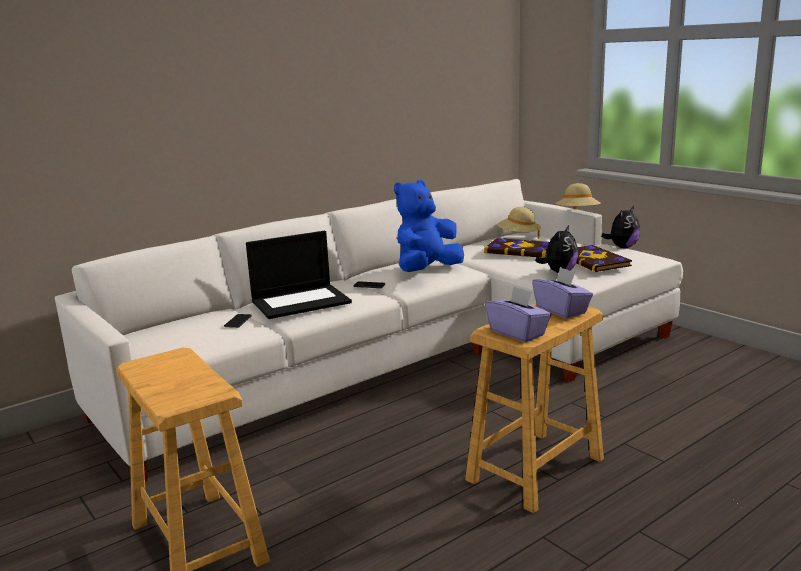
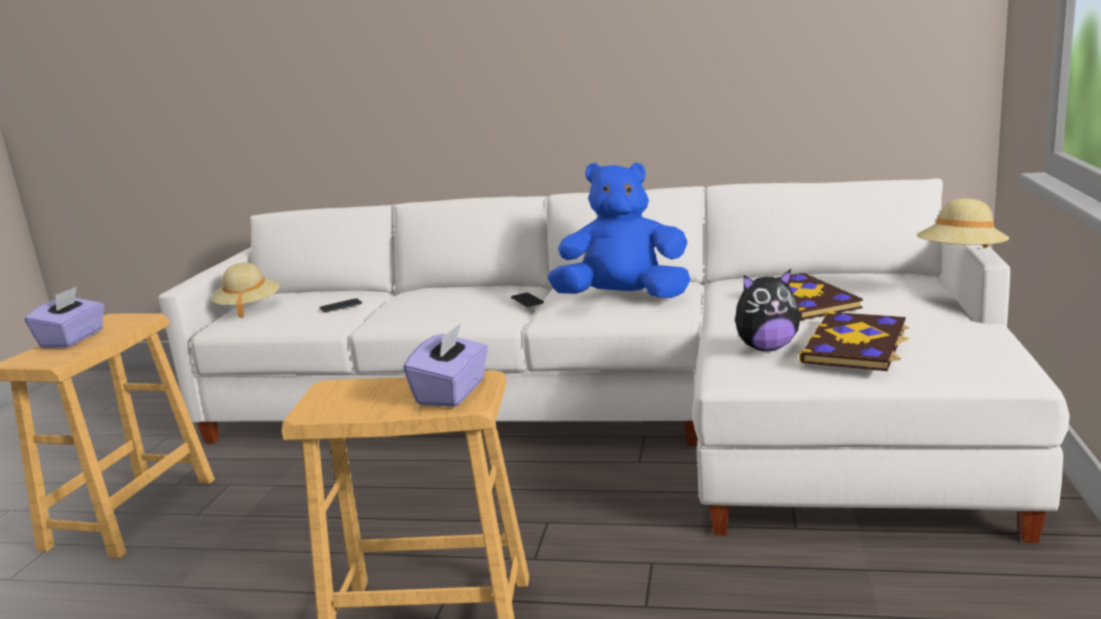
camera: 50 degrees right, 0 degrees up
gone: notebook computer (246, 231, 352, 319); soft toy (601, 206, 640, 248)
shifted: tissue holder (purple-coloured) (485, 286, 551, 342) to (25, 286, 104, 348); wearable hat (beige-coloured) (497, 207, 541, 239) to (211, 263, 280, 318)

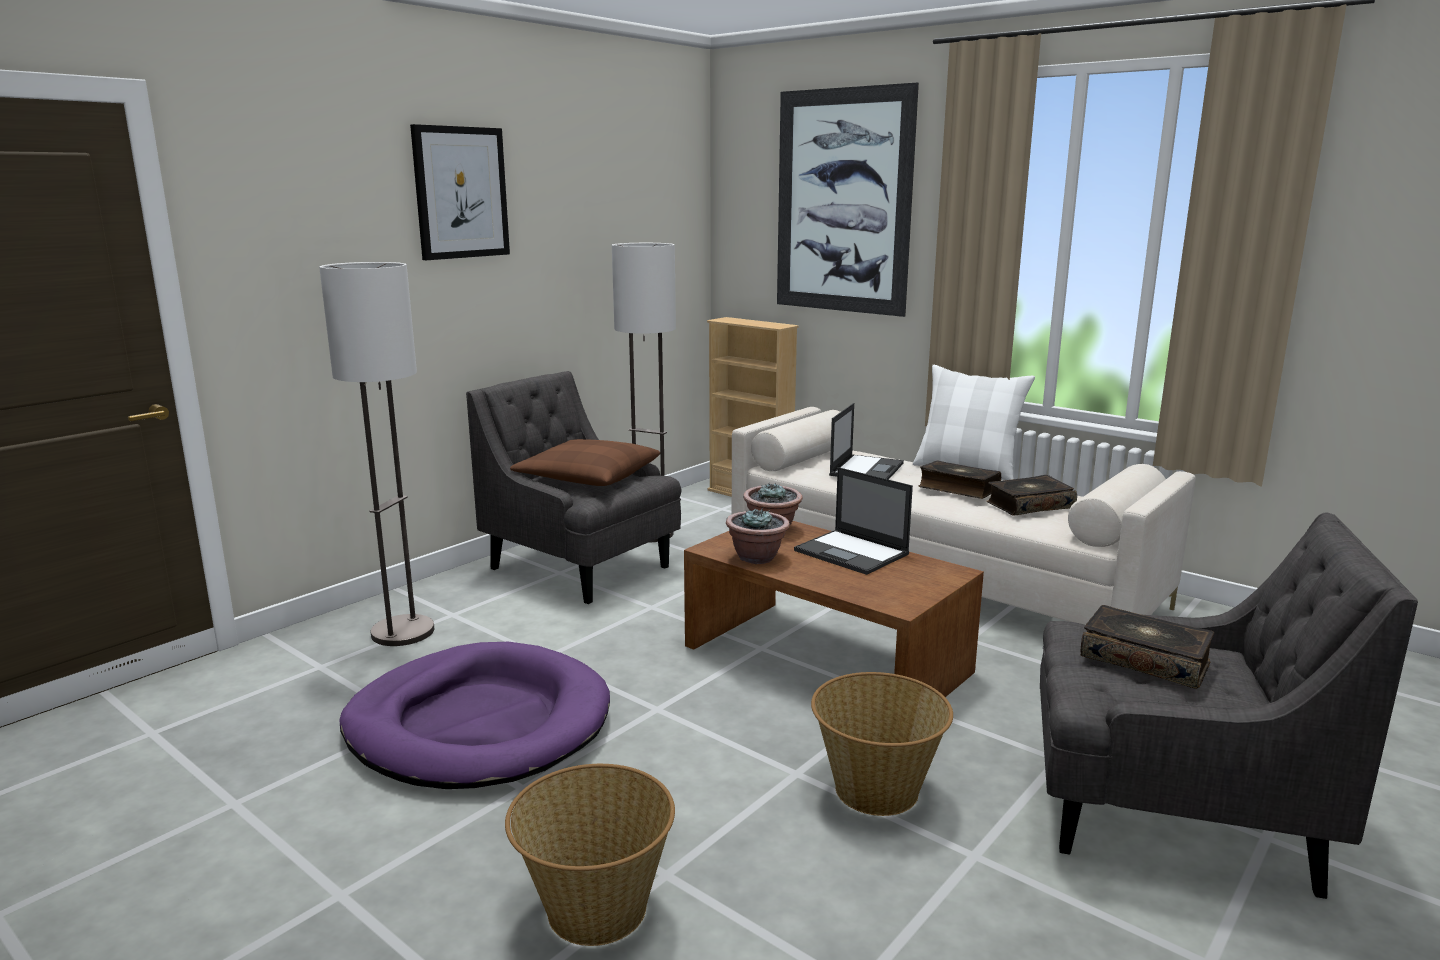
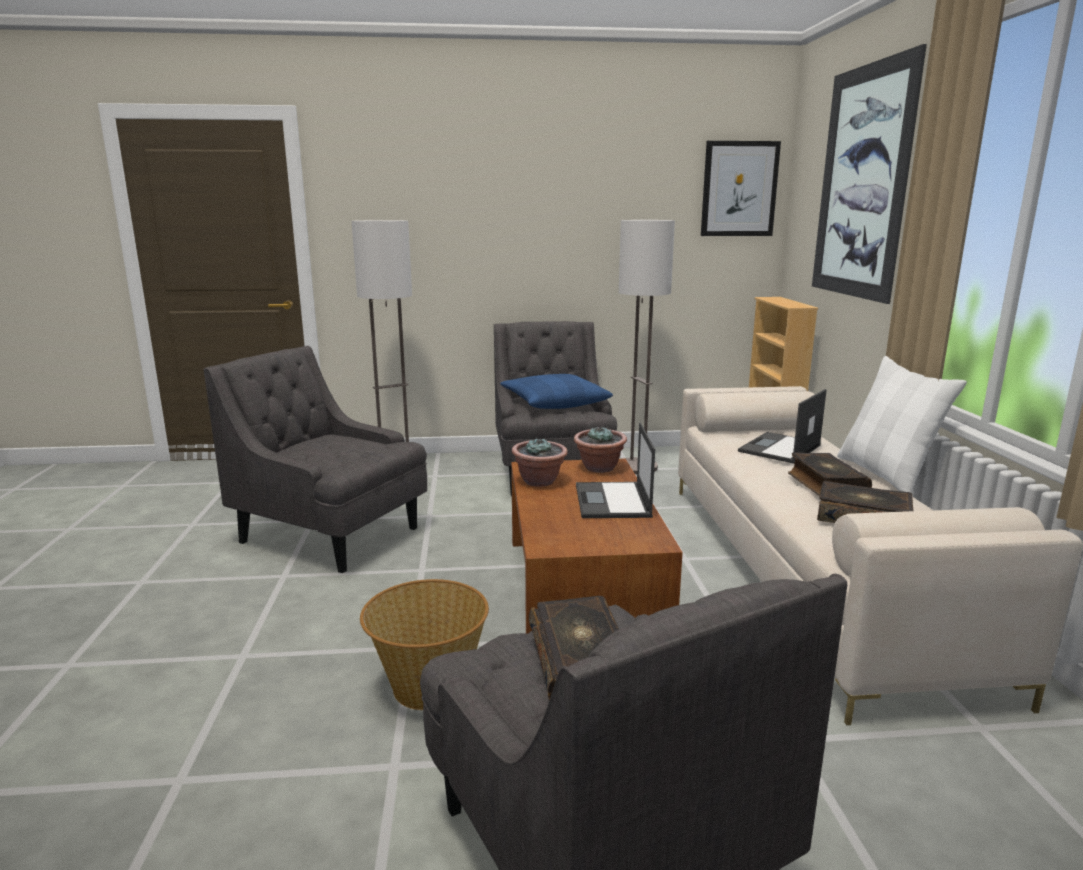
camera: 45 degrees right, 0 degrees up
gone: household basket (505, 764, 675, 946)
shifted: wall art (410, 124, 510, 260) to (701, 141, 781, 236)
swapped: pet bed (purple-coloured) (339, 642, 610, 789) to easy chair (greyish) (204, 346, 427, 573)
repainted: cushion (brown-coloured) (510, 439, 660, 486) to cushion (blue) (500, 374, 613, 409)
rotated: notebook computer (829, 403, 904, 480) = (738, 389, 827, 464) 150 degrees clockwise

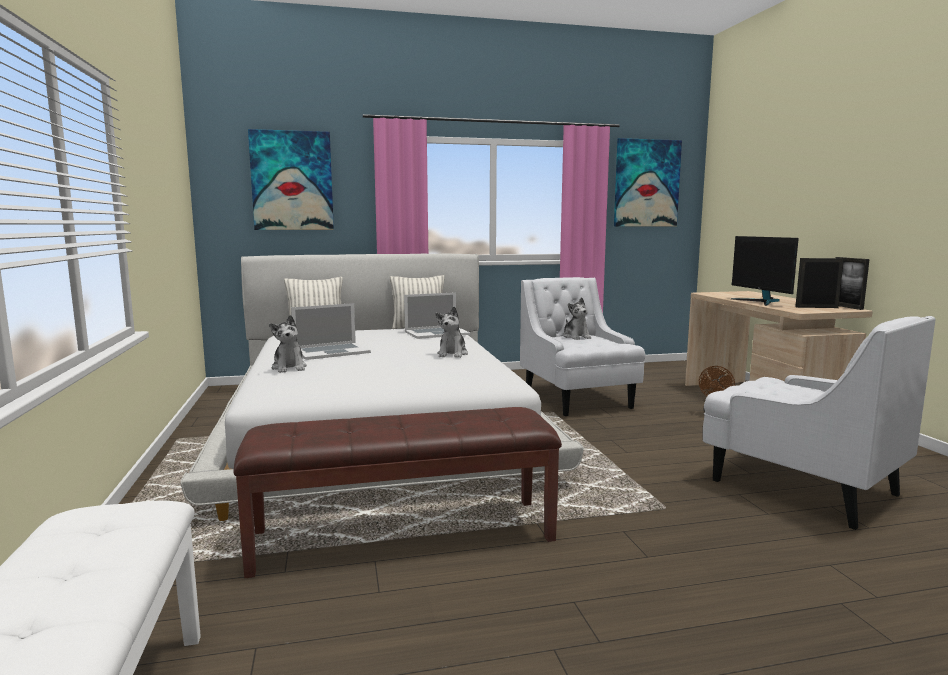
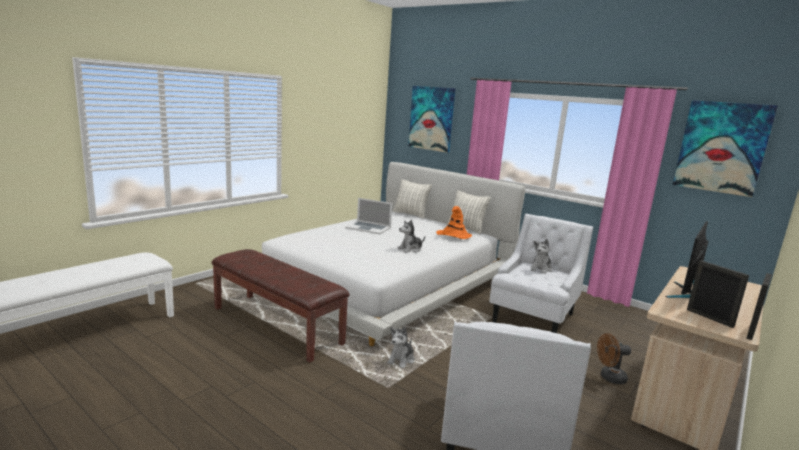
camera: 50 degrees right, 5 degrees up
shifted: soft toy (269, 315, 307, 373) to (387, 326, 414, 369)
swapped: notebook computer (404, 292, 470, 339) to wearable hat (orange) (436, 206, 472, 239)

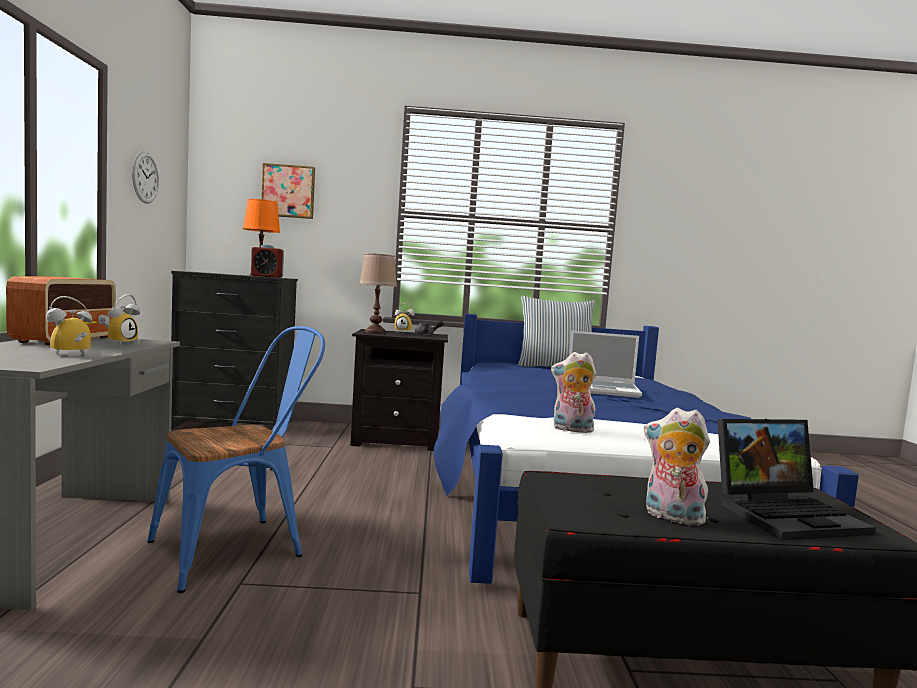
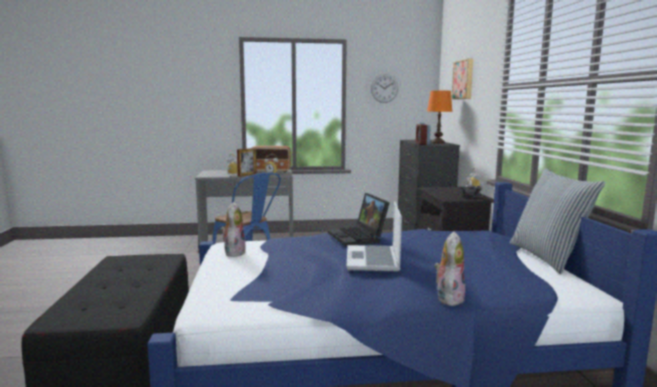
camera: 85 degrees right, 5 degrees up
gone: tabletop lamp (brown-coloured) (359, 253, 397, 334)
new: photo frame (237, 148, 257, 177)
shifted: notebook computer (717, 419, 876, 540) to (328, 193, 390, 246); soft toy (644, 408, 710, 526) to (433, 231, 465, 306)

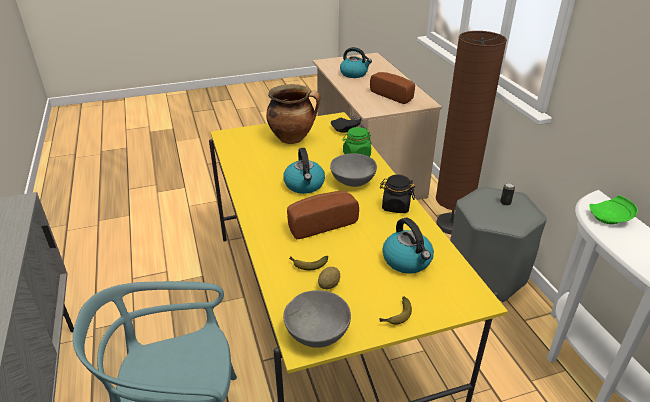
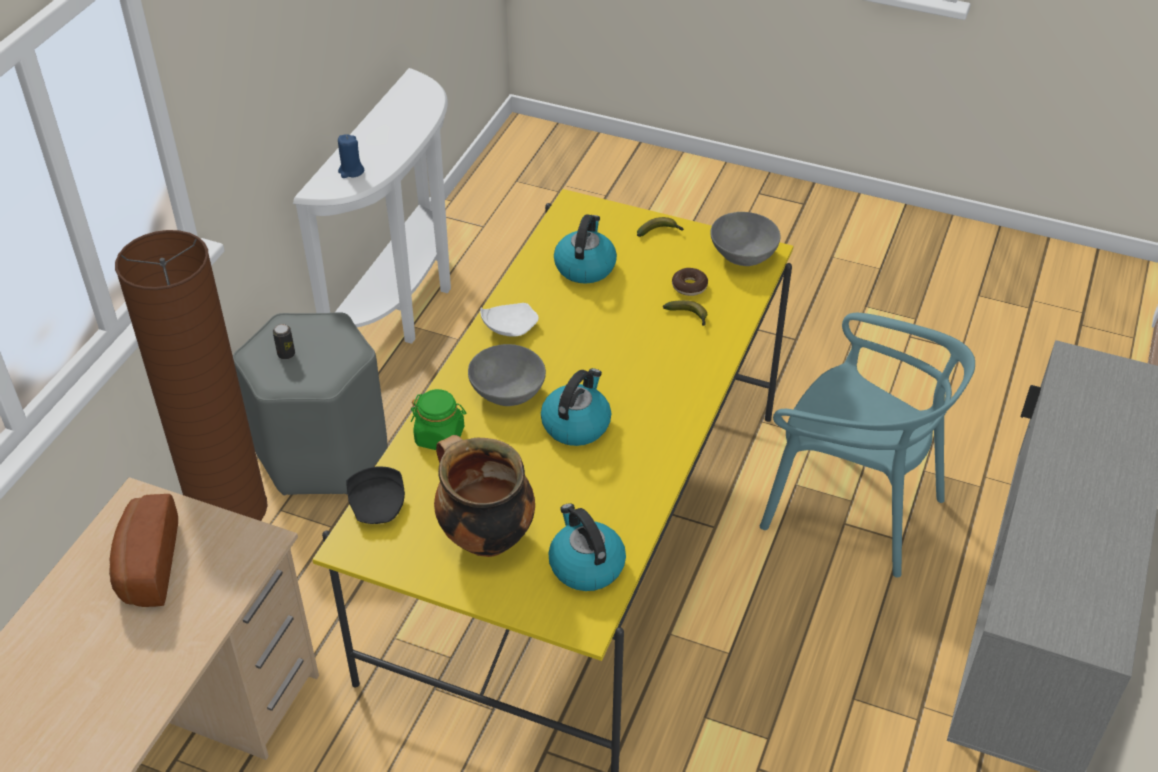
camera: 140 degrees left, 10 degrees up
gone: bread (287, 191, 359, 239)
shifted: water kettle (340, 47, 372, 78) to (548, 503, 626, 591)
swapped: dinner plate (green) (589, 195, 638, 224) to wax candle (blue) (338, 134, 364, 178); preserve jar (black-coloured) (380, 175, 415, 213) to dinner plate (white-coloured) (480, 303, 539, 337); whole potato (318, 267, 340, 289) to doughnut (672, 268, 708, 296)

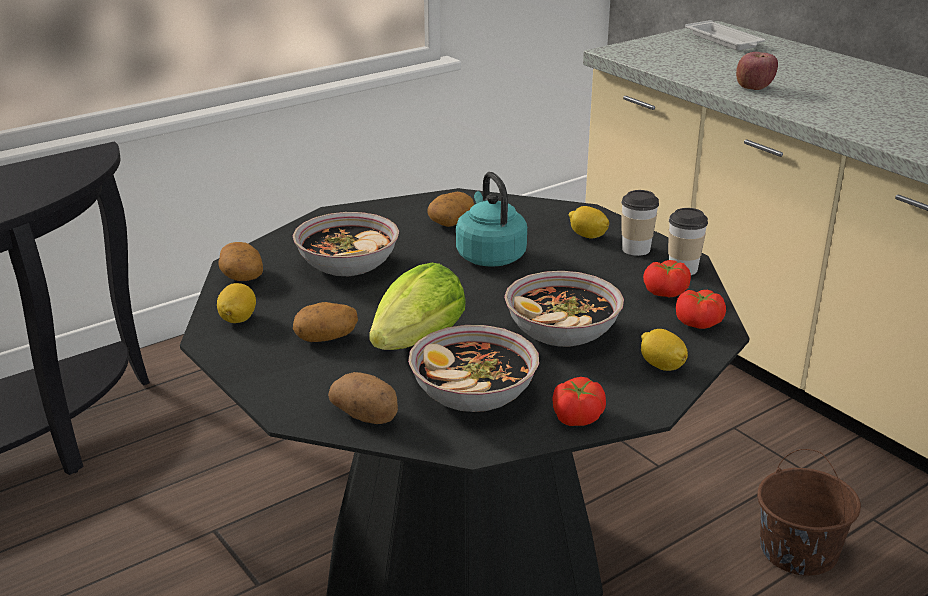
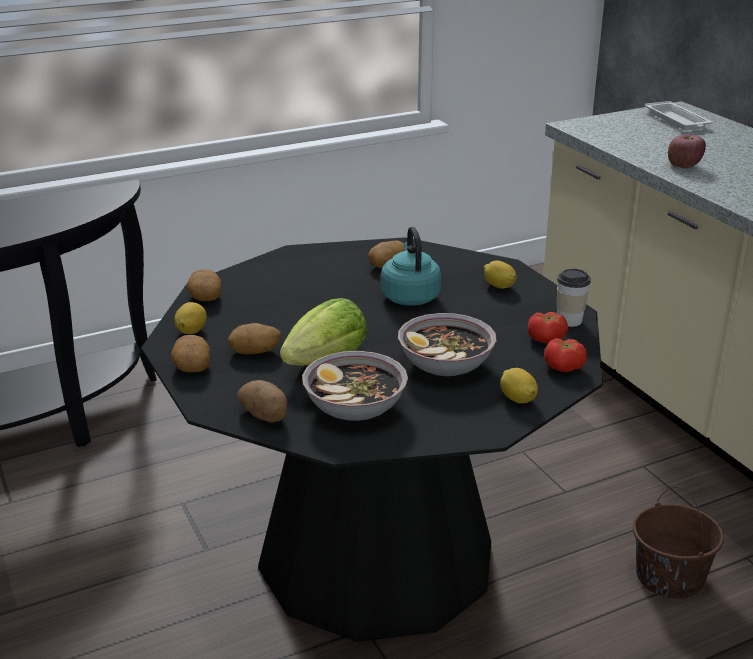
camera: 10 degrees right, 0 degrees up
gone: bowl (293, 212, 399, 276); fresh tomato (552, 377, 606, 426); cup (621, 190, 659, 256)
new: whole potato (171, 335, 210, 372)

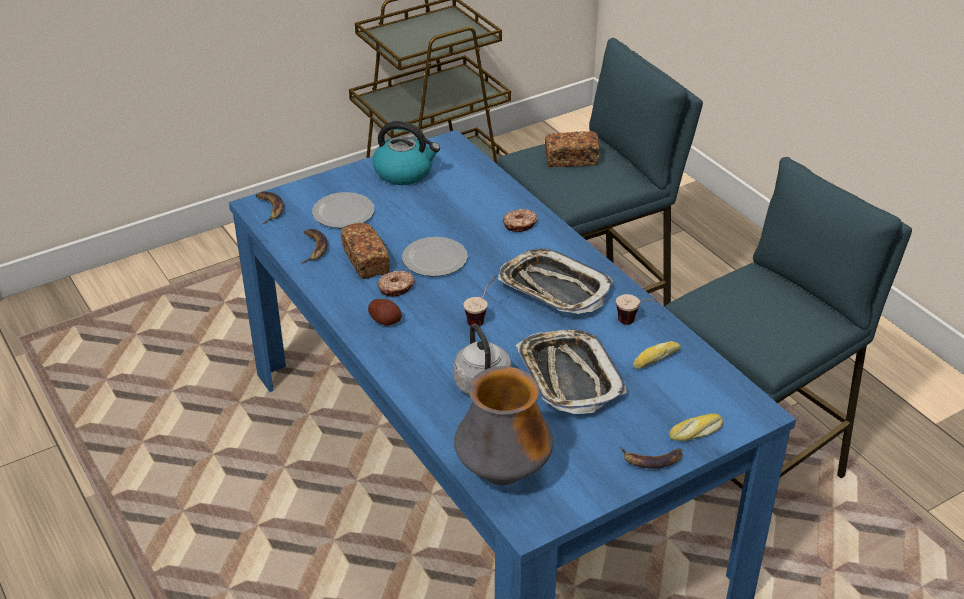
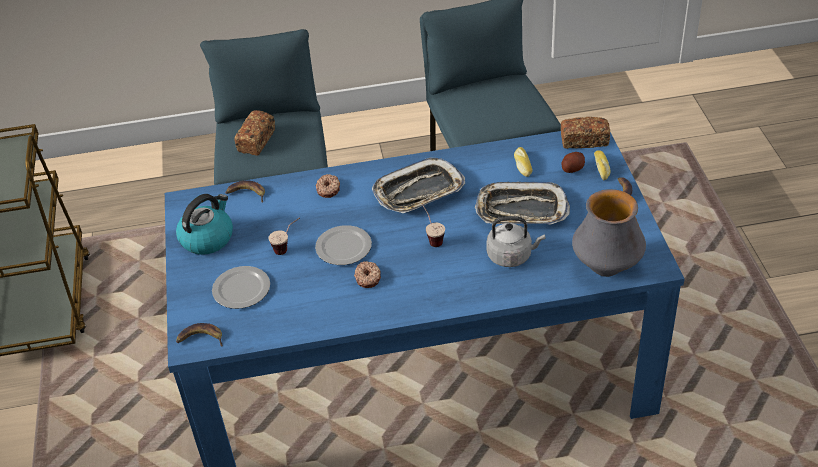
camera: 65 degrees left, 5 degrees up
shifted: banana fruit (301, 229, 328, 264) to (225, 180, 265, 203); cup (616, 294, 657, 324) to (268, 218, 300, 255); bread (340, 223, 390, 279) to (561, 117, 610, 149); whole potato (368, 299, 402, 326) to (561, 152, 585, 173)

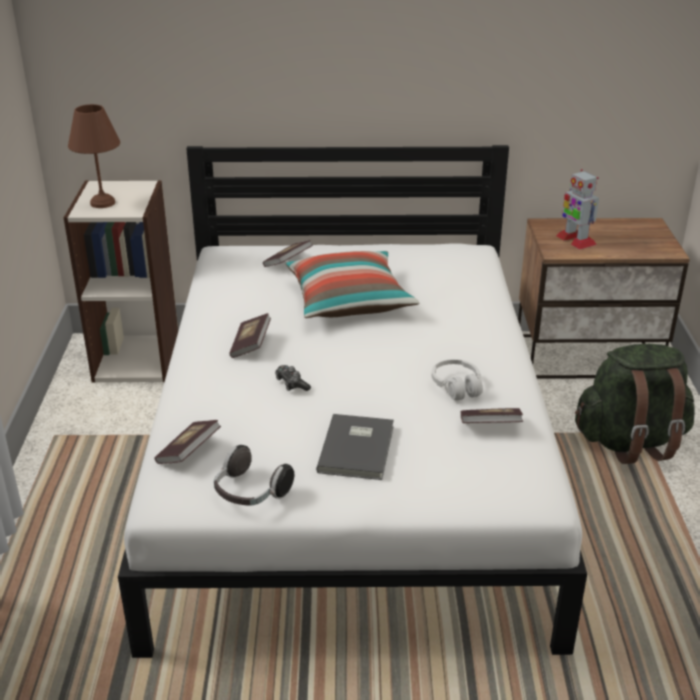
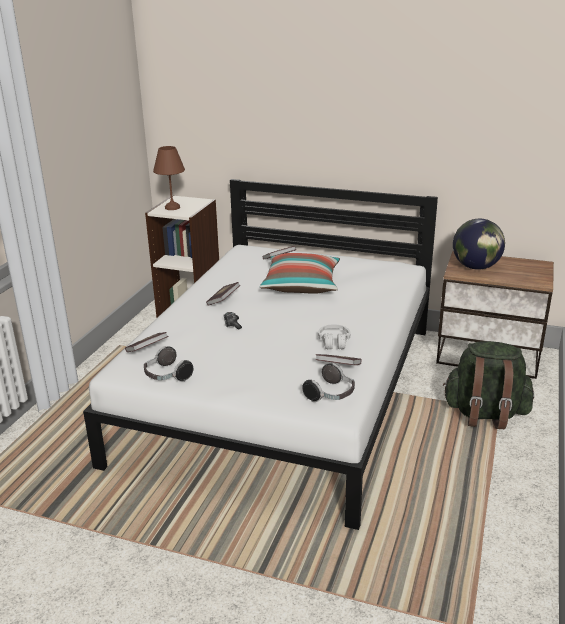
camera: 20 degrees right, 5 degrees down
gone: bound book (greyish) (316, 414, 394, 480)
new: pair of headphones (302, 363, 355, 402)
swapped: toy robot (556, 169, 599, 250) to desk globe (453, 219, 505, 270)

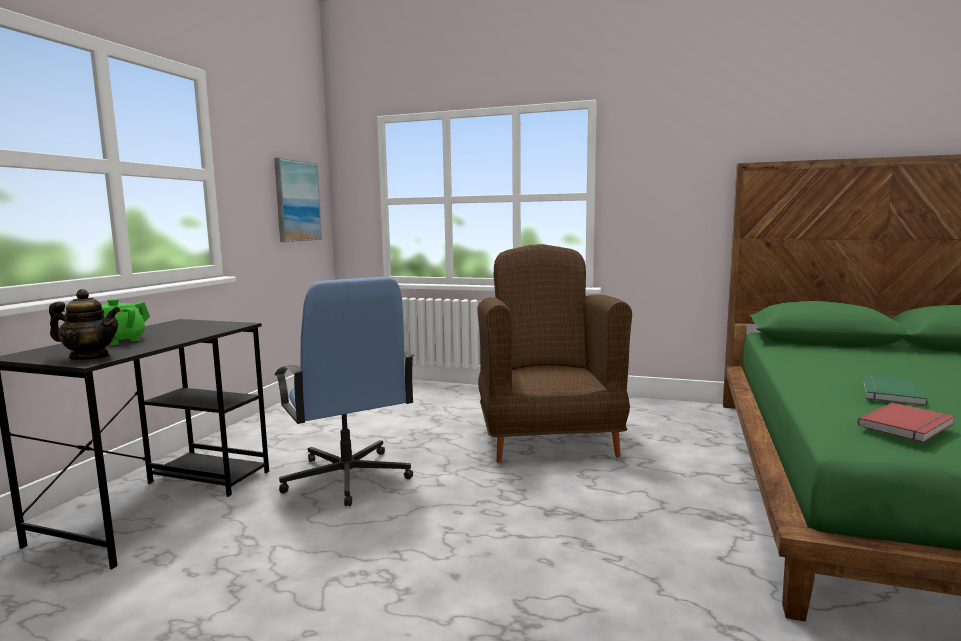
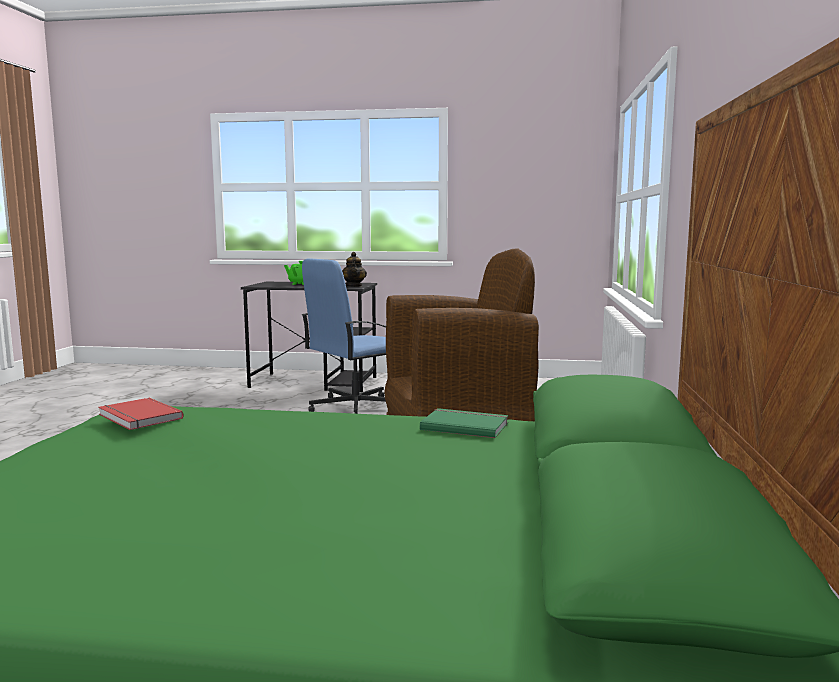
camera: 80 degrees right, 0 degrees up
gone: wall art (274, 158, 322, 242)
shifted: pot for tea (49, 289, 121, 360) to (342, 252, 367, 287); bound book (green) (863, 376, 928, 406) to (420, 408, 508, 438)

